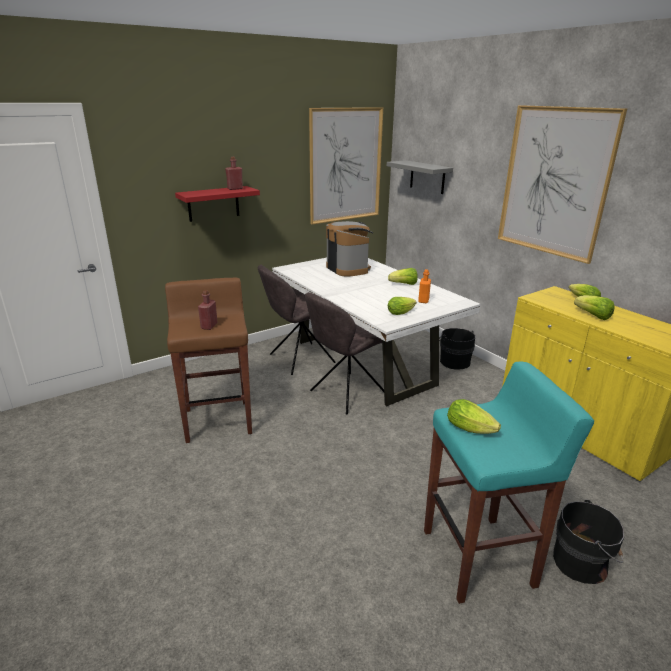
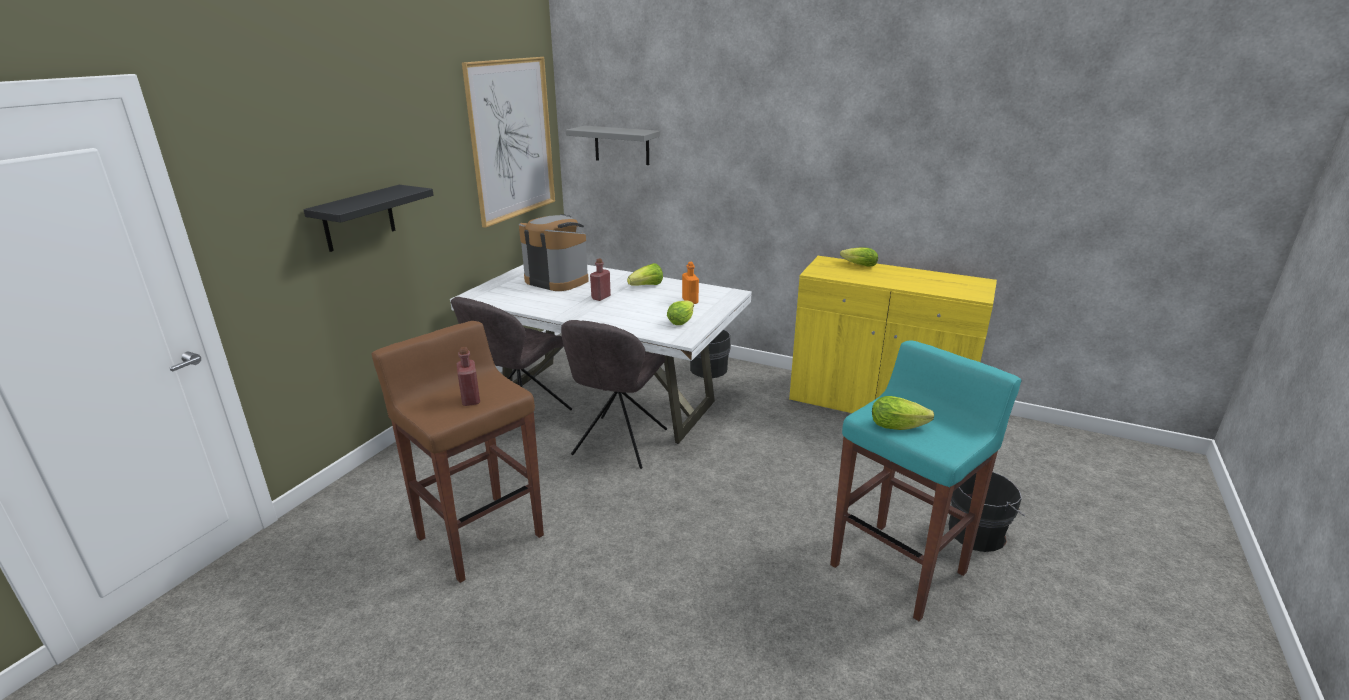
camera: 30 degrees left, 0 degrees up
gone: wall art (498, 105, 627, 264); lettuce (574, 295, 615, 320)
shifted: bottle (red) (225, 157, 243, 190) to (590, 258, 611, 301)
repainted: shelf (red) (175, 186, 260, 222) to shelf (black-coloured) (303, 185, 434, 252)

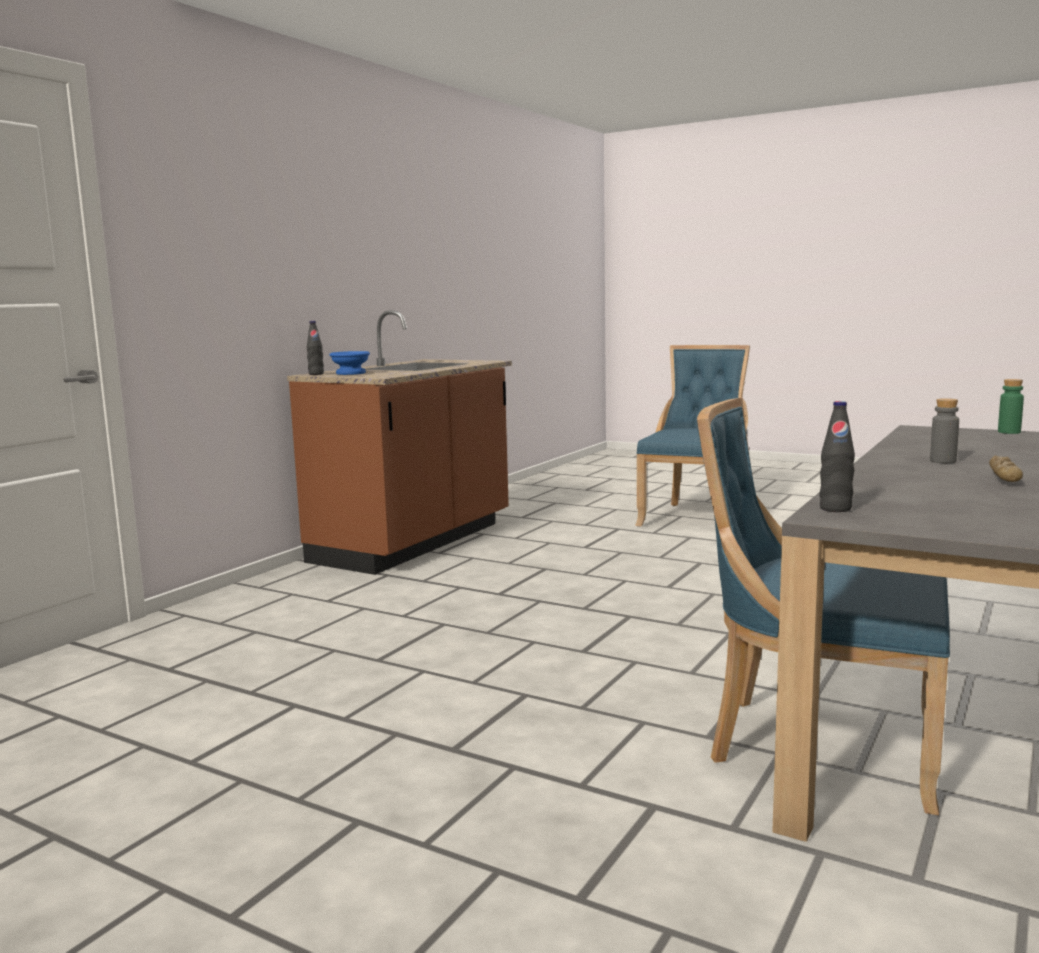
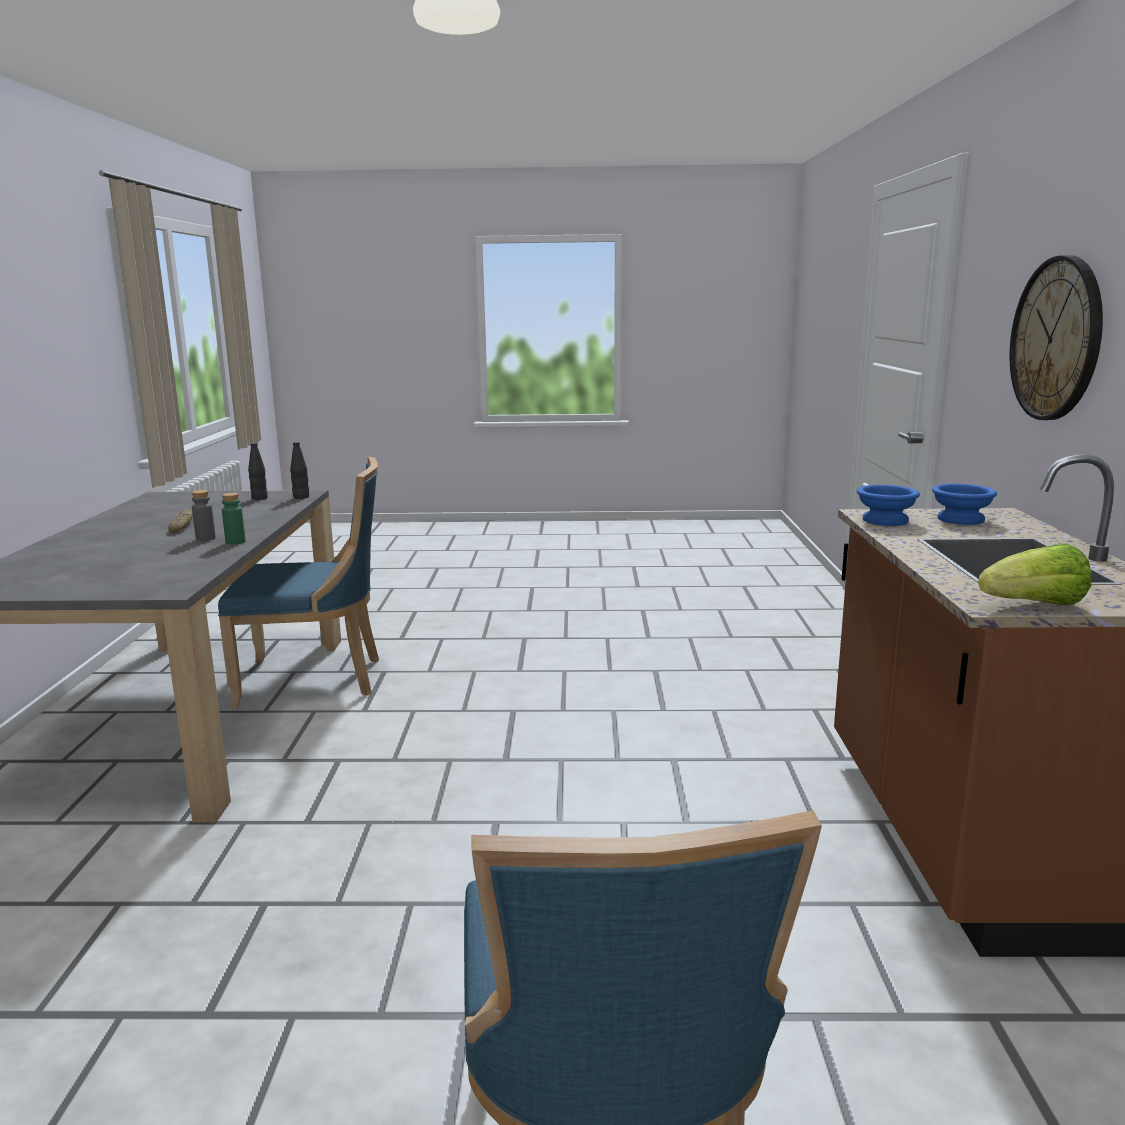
camera: 150 degrees right, 5 degrees up
new: bowl (blue) (857, 485, 920, 526); lettuce (978, 543, 1091, 606); clock on the wall (1010, 255, 1103, 420)
shifted: bottle (green) (998, 379, 1024, 434) to (222, 493, 245, 544); bottle (black-coloured) (307, 321, 324, 375) to (248, 443, 268, 500)

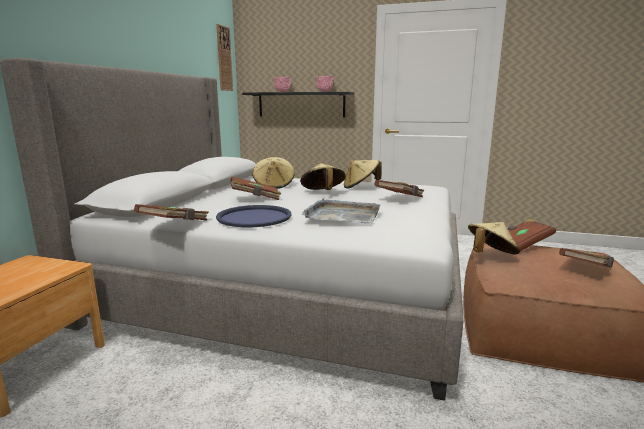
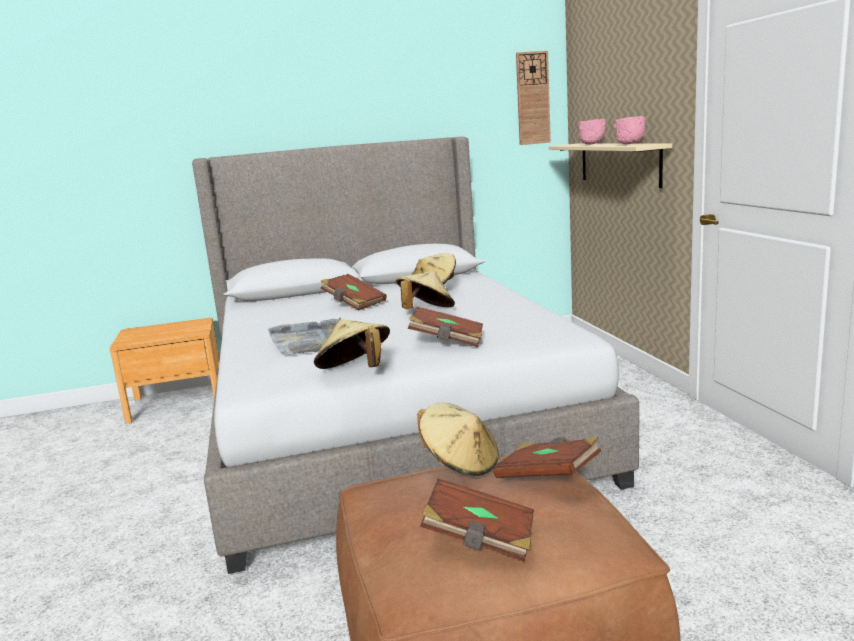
camera: 60 degrees right, 0 degrees up
gone: bound book (brown-coloured) (134, 204, 209, 221); carrying tray (blue) (216, 205, 292, 227)
shifted: wearable hat (beige-coloured) (344, 160, 382, 189) to (314, 319, 390, 369)
repainted: shelf (black-coloured) (242, 92, 354, 117) to shelf (beige-coloured) (548, 143, 672, 188)

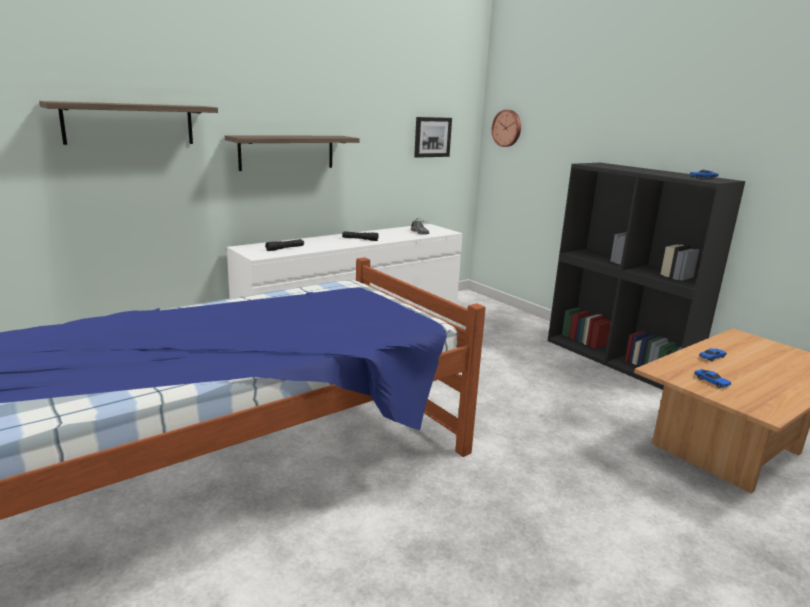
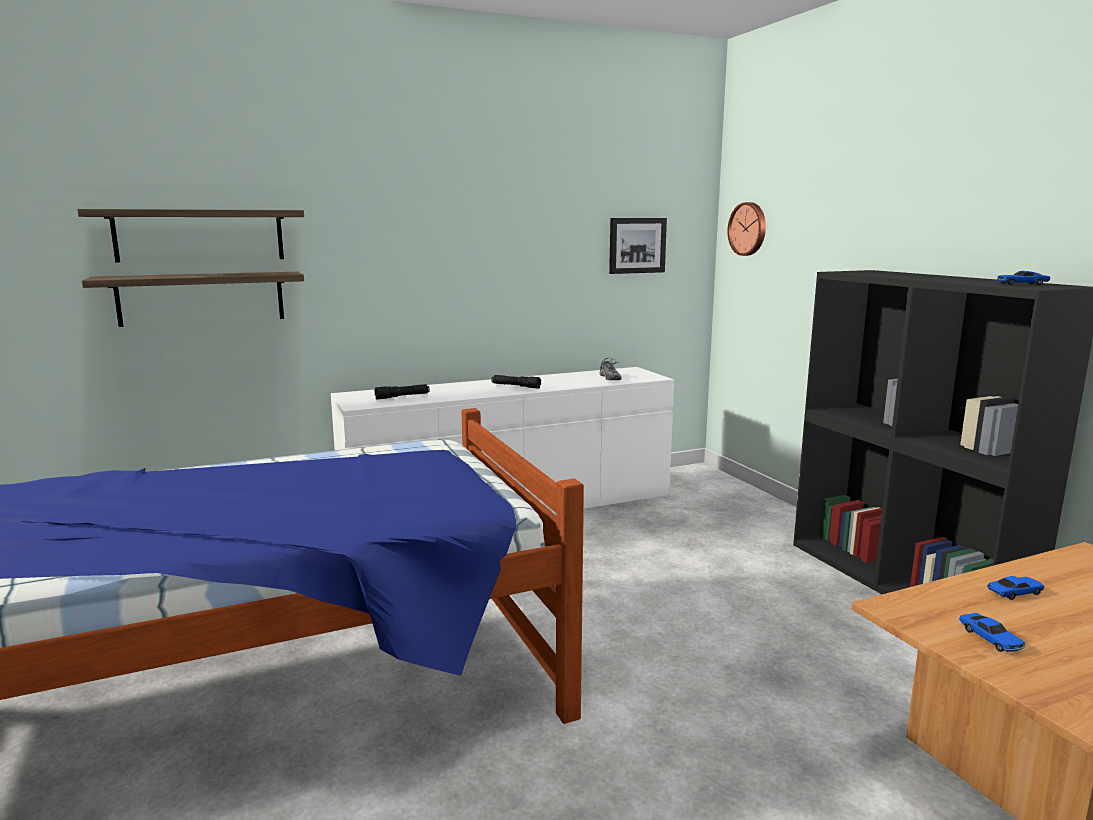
camera: 15 degrees right, 5 degrees down
shifted: shelf (225, 135, 360, 171) to (82, 272, 304, 327)

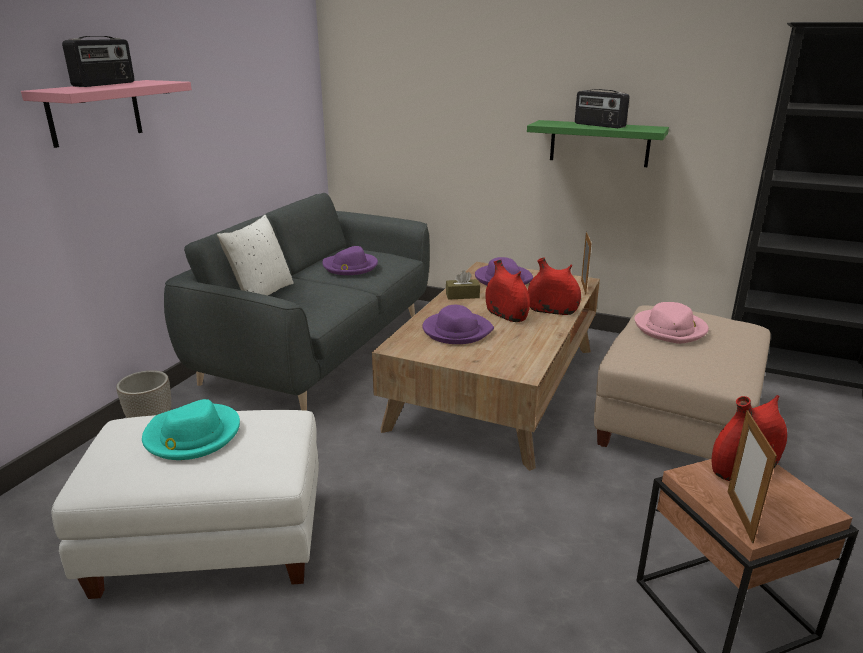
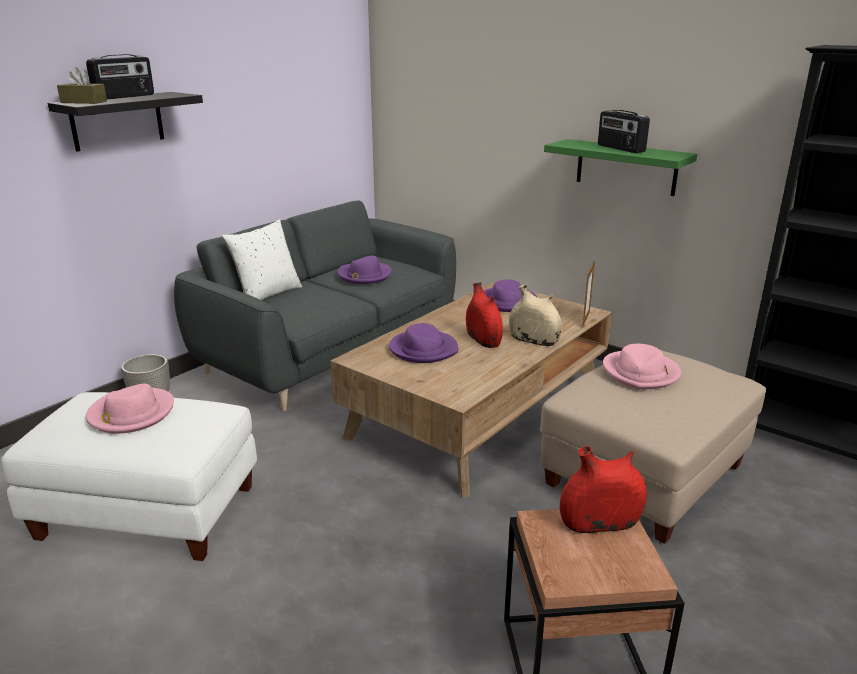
camera: 15 degrees right, 0 degrees up
gone: photo frame (728, 410, 777, 543)
shifted: tissue holder (brown-coloured) (446, 270, 480, 300) to (57, 67, 107, 104)
repainted: shelf (pink-coloured) (21, 80, 192, 148) to shelf (black-coloured) (47, 92, 203, 152); wearable hat (blue-green) (142, 399, 240, 460) to wearable hat (pink-coloured) (86, 383, 174, 434); decorative vase (red) (527, 258, 581, 315) to decorative vase (beige-coloured) (509, 284, 562, 346)

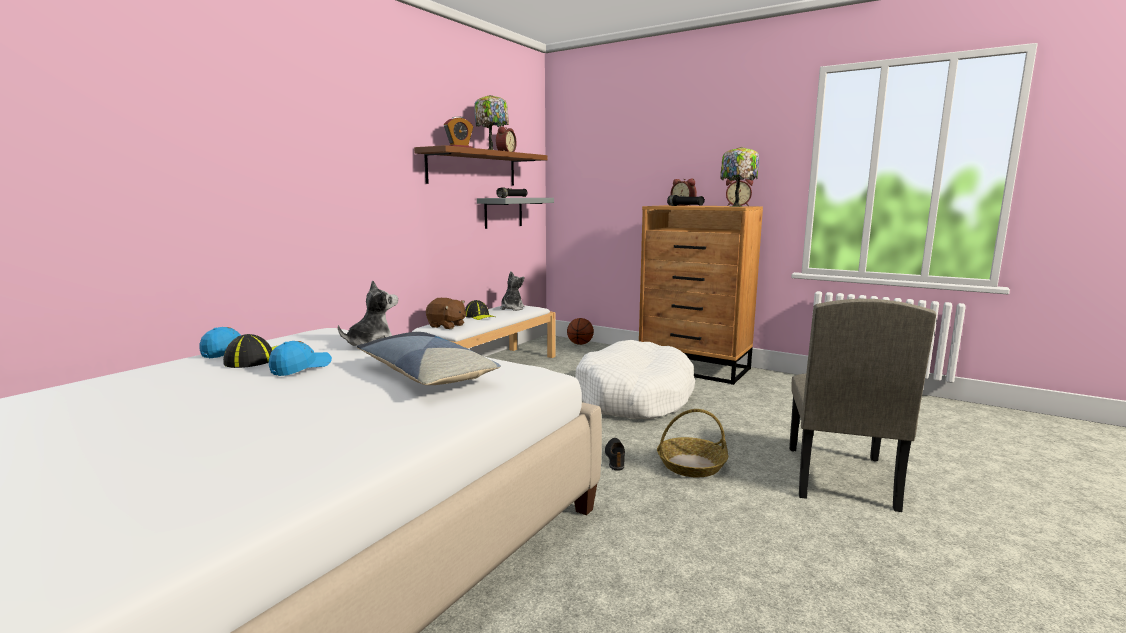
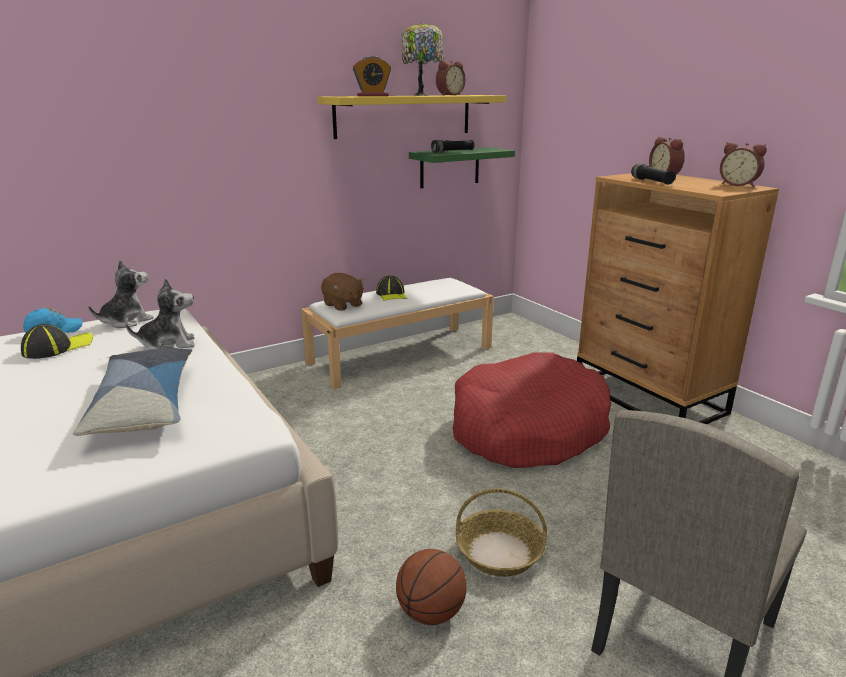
camera: 25 degrees right, 10 degrees up
gone: peaked cap (blue) (269, 341, 332, 376); shoe (black-coloured) (605, 438, 625, 470); tabletop lamp (720, 147, 759, 207)
shifted: soft toy (500, 271, 525, 311) to (89, 260, 154, 328); ball for basketball (567, 318, 594, 345) to (396, 549, 467, 625)
repainted: shelf (brown-coloured) (414, 145, 548, 185) to shelf (yellow-coloured) (317, 95, 506, 139); shelf (greyish) (477, 198, 554, 229) to shelf (green) (409, 147, 515, 188); pet bed (white-coloured) (576, 340, 695, 419) to pet bed (red) (452, 352, 611, 468)

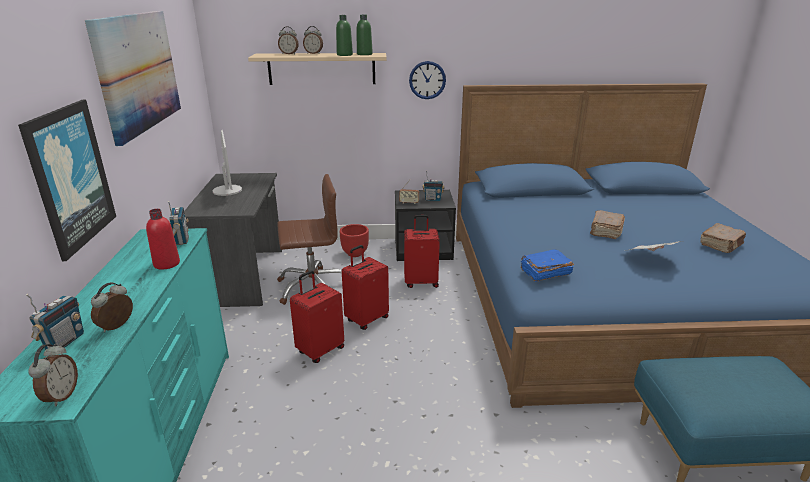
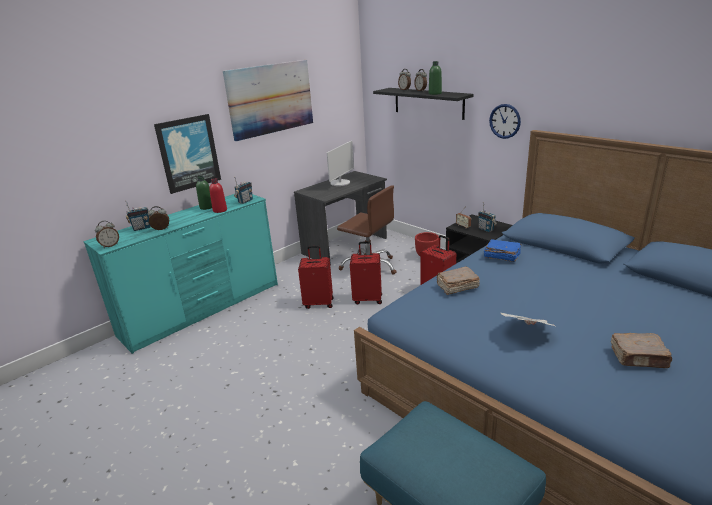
camera: 50 degrees right, 0 degrees up
shifted: bottle (green) (357, 15, 373, 55) to (196, 176, 212, 210); bound book (brown-coloured) (590, 210, 625, 239) to (436, 267, 480, 295); bound book (blue) (521, 249, 574, 282) to (484, 239, 522, 262)
repainted: shelf (beige-coloured) (248, 53, 387, 85) to shelf (black-coloured) (373, 88, 474, 120)

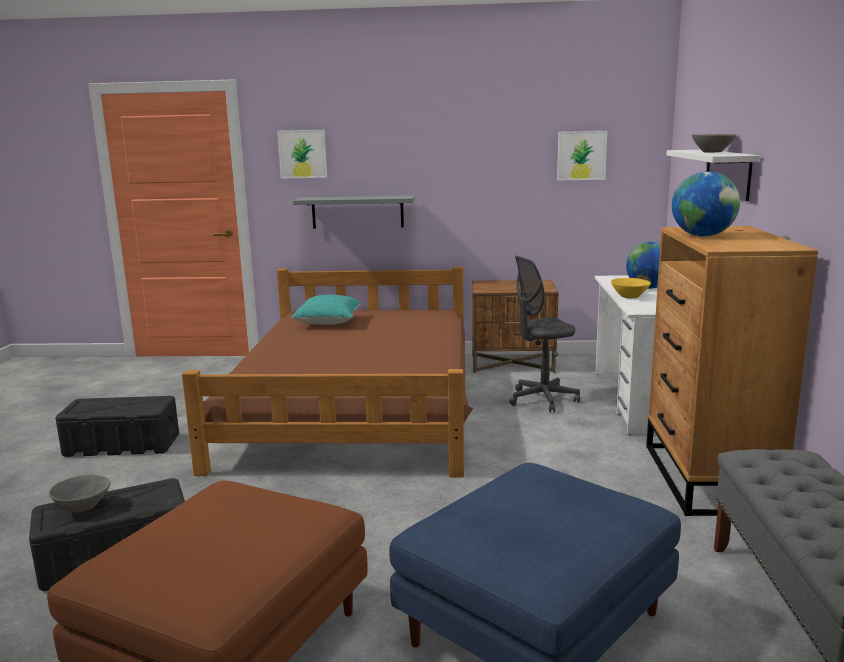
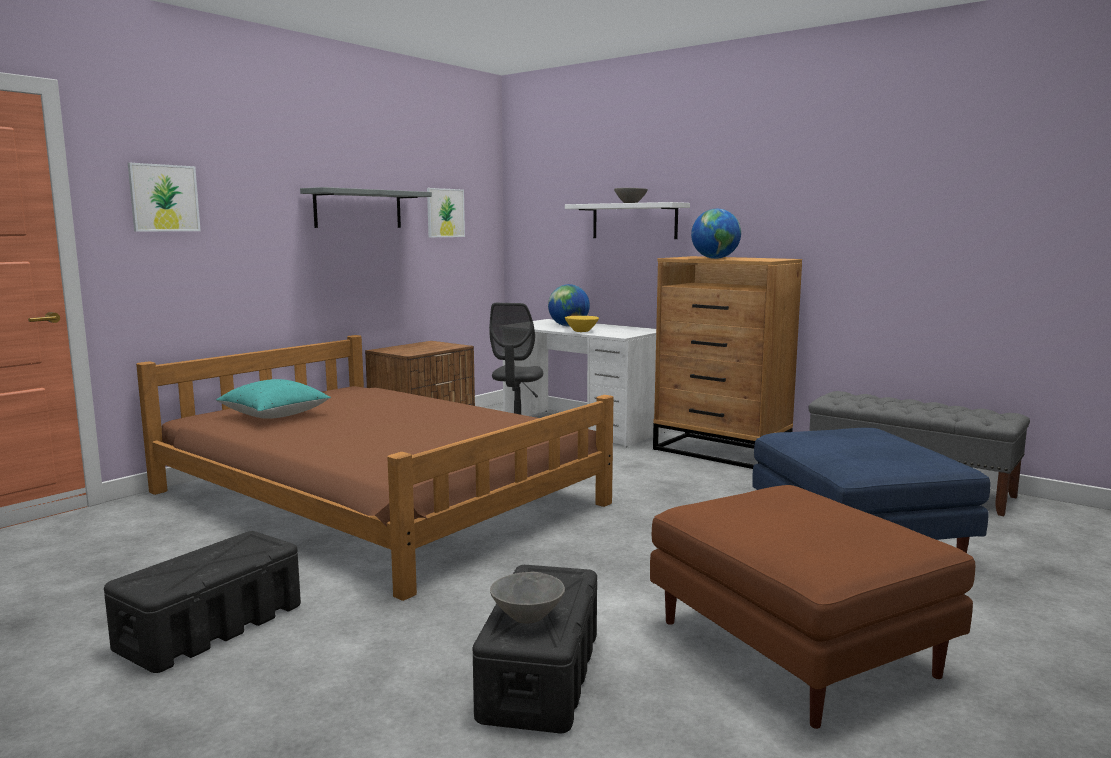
camera: 55 degrees left, 5 degrees down
shifted: shelf (greyish) (293, 195, 415, 229) to (300, 187, 432, 228)

